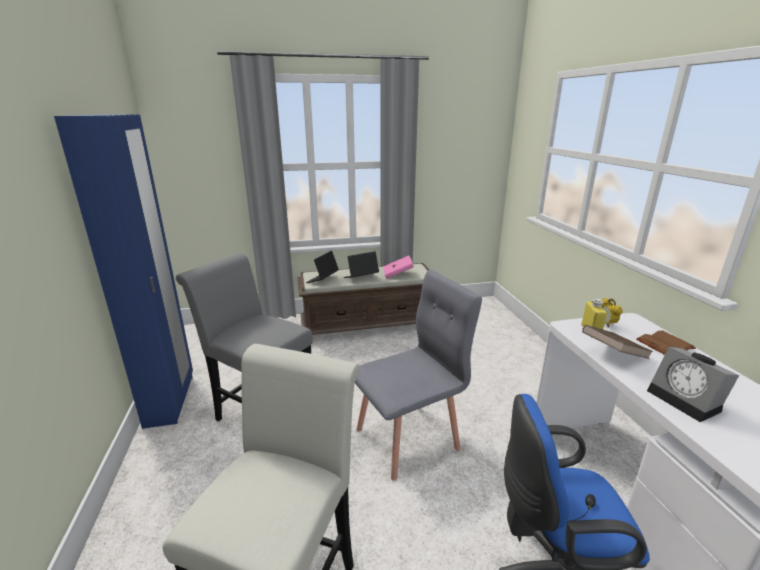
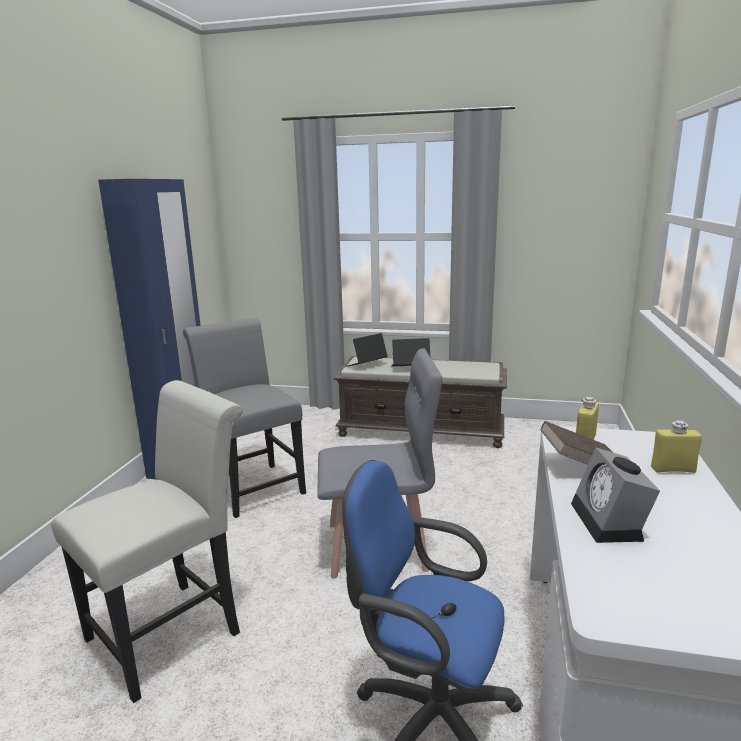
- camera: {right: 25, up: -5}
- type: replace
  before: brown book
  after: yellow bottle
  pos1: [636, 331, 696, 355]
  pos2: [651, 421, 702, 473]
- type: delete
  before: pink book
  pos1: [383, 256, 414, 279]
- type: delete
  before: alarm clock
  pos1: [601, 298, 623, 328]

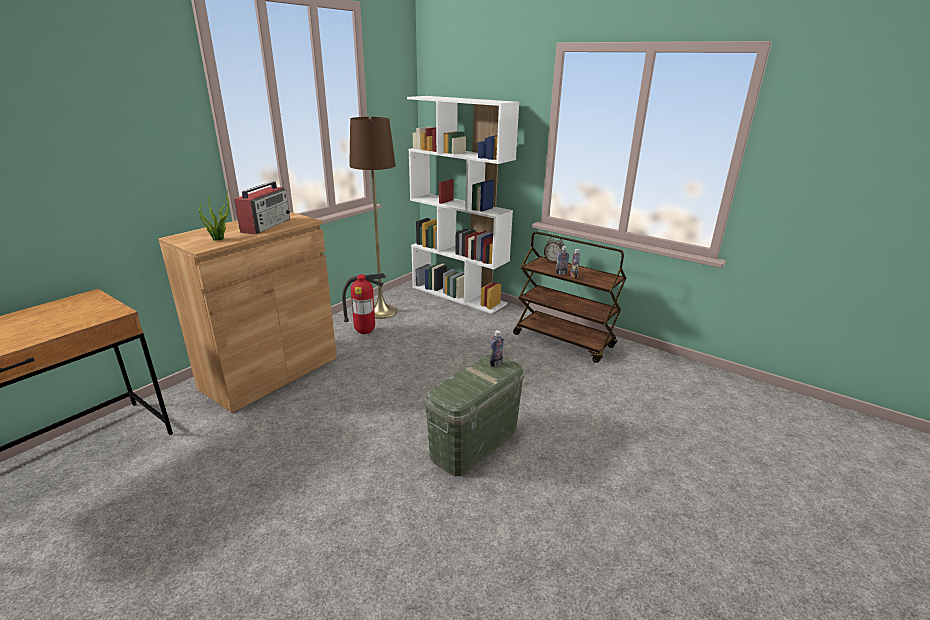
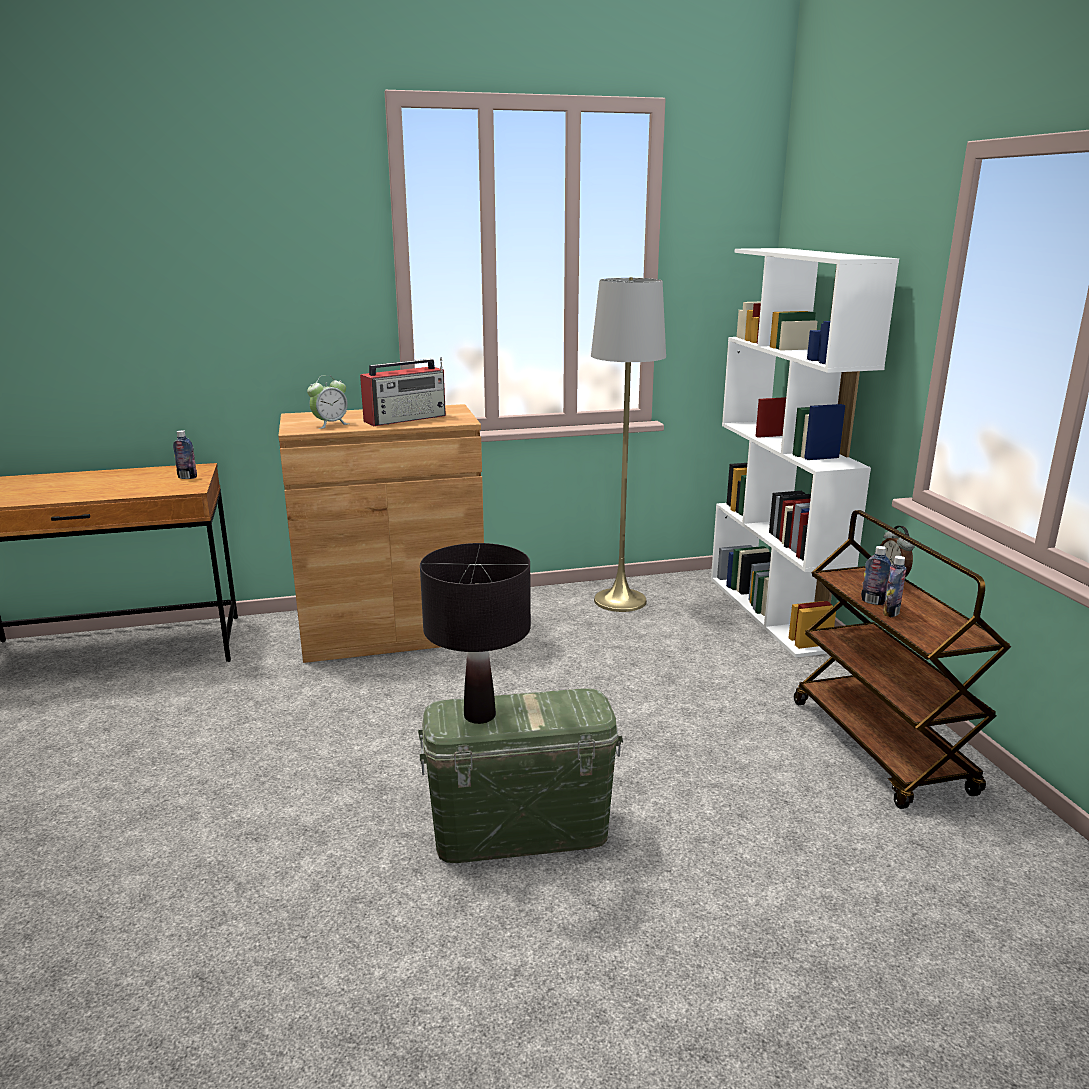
- camera: {right: 40, up: -5}
- type: move
  before: bottle
  pos1: [490, 330, 504, 367]
  pos2: [173, 430, 197, 479]
- type: replace
  before: potted plant
  after: alarm clock
  pos1: [198, 188, 229, 241]
  pos2: [307, 375, 349, 429]
- type: insert
  after: black table lamp
  pos2: [420, 543, 531, 724]
- type: recolor
  before: brown floor lamp
  after: grey floor lamp
  pos1: [349, 117, 397, 319]
  pos2: [591, 277, 666, 612]
- type: delete
  before: fire extinguisher
  pos1: [342, 273, 386, 334]

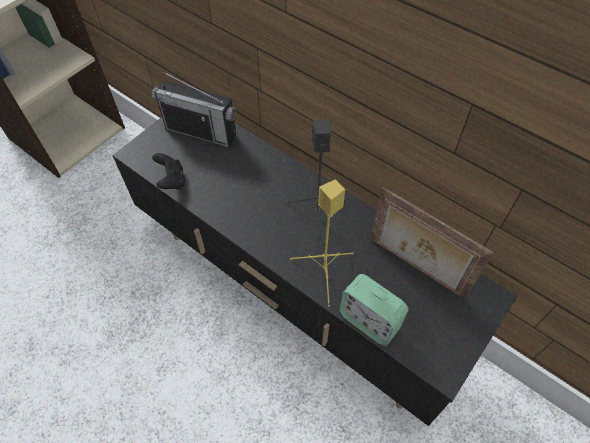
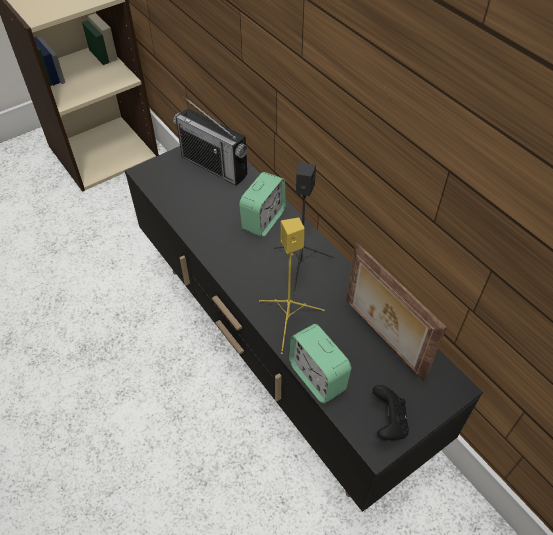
- camera: {right: 15, up: -5}
- type: insert
  after: alarm clock
  pos2: [239, 172, 286, 237]
- type: move
  before: black game controller
  pos1: [152, 153, 185, 190]
  pos2: [373, 385, 409, 440]

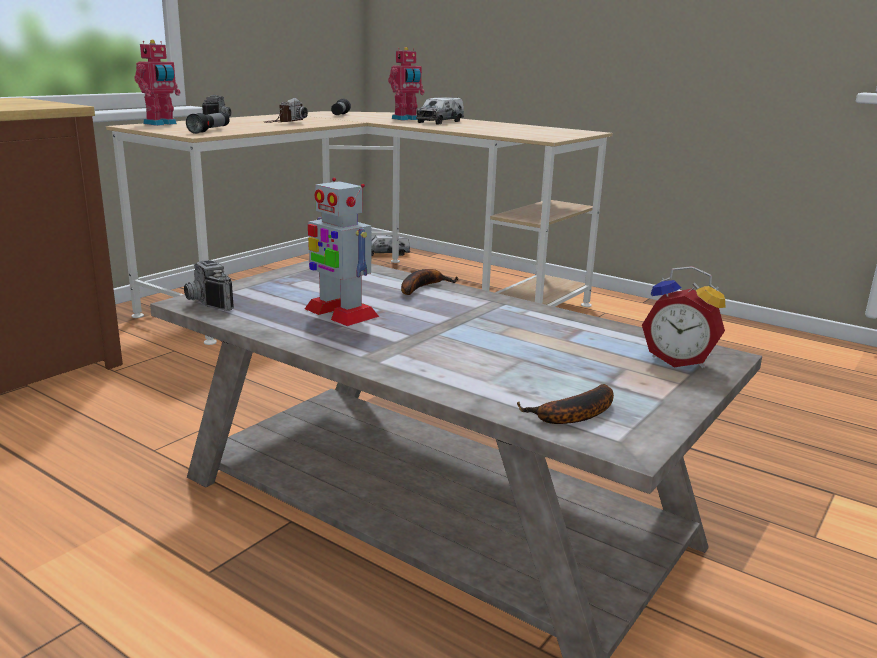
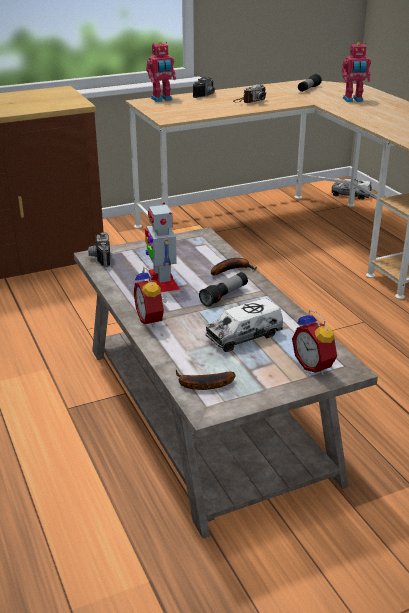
- camera: {right: 30, up: 10}
- type: insert
  after: alarm clock
  pos2: [134, 267, 168, 328]
- type: move
  before: flashlight
  pos1: [186, 112, 229, 134]
  pos2: [199, 272, 248, 307]
- type: move
  before: toy truck
  pos1: [416, 97, 464, 125]
  pos2: [205, 298, 283, 352]

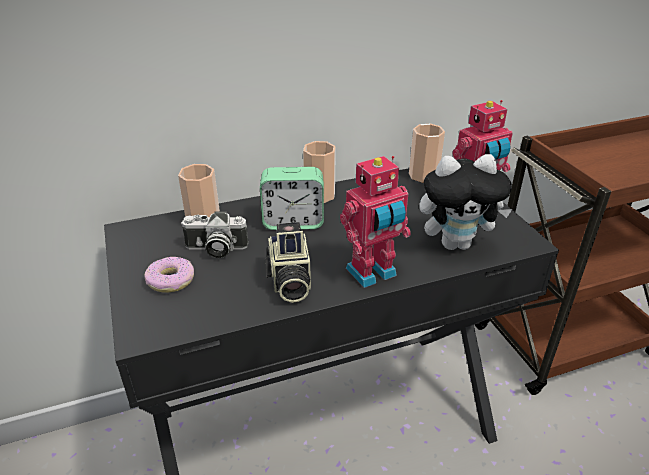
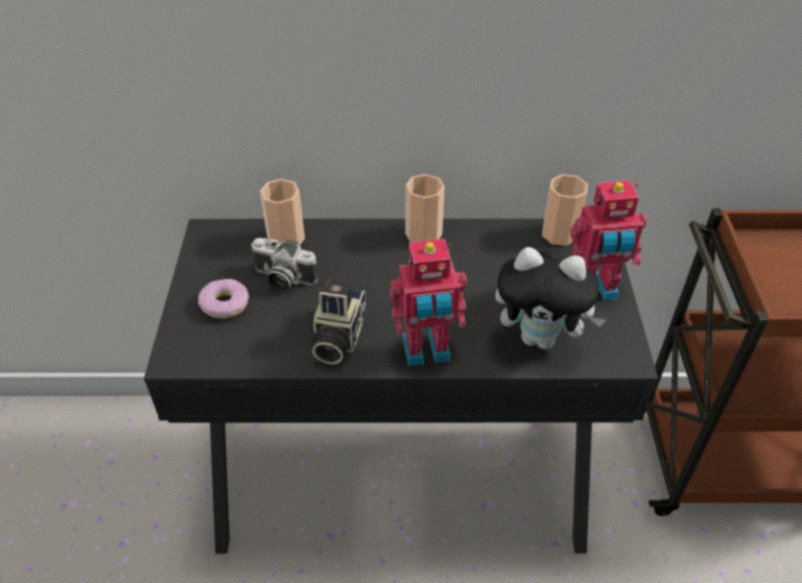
- camera: {right: 20, up: 10}
- type: delete
  before: alarm clock
  pos1: [260, 167, 324, 230]

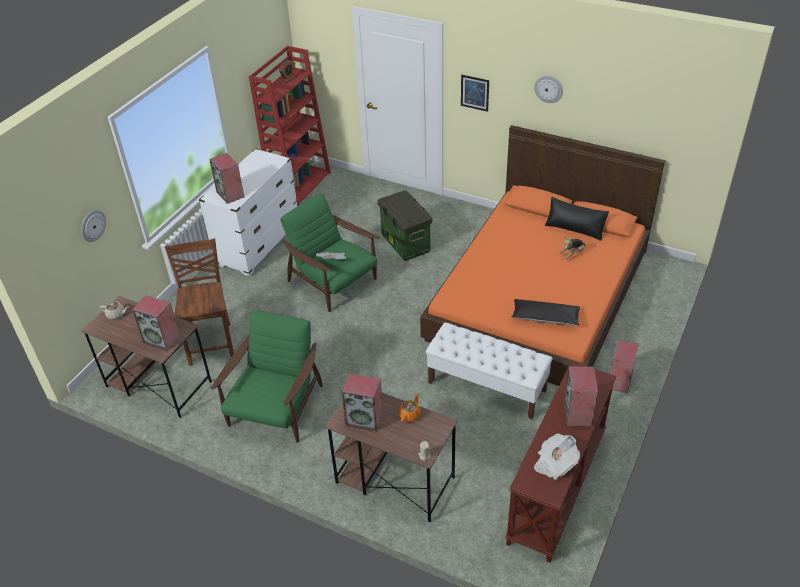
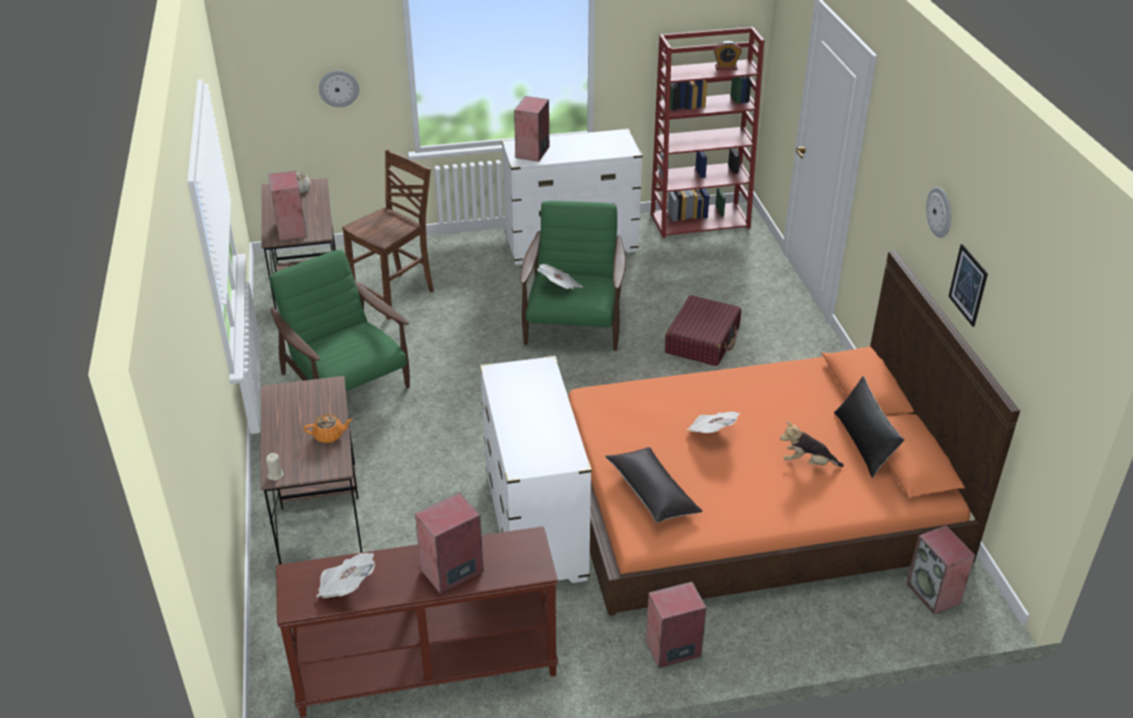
- camera: {right: 50, up: -5}
- type: rotate
  before: green armchair
  pos1: [211, 311, 323, 443]
  pos2: [269, 250, 410, 391]
  turn: -105
- type: replace
  before: white bench
  after: white dresser
  pos1: [426, 322, 553, 419]
  pos2: [480, 356, 592, 583]
- type: replace
  before: storage box
  after: red suitcase
  pos1: [378, 190, 432, 261]
  pos2: [665, 295, 741, 366]
- type: insert
  after: newspaper
  pos2: [687, 411, 740, 433]
- type: move
  before: speaker
  pos1: [342, 373, 383, 431]
  pos2: [906, 525, 975, 614]
- type: move
  before: picture
  pos1: [461, 75, 489, 112]
  pos2: [948, 244, 988, 327]

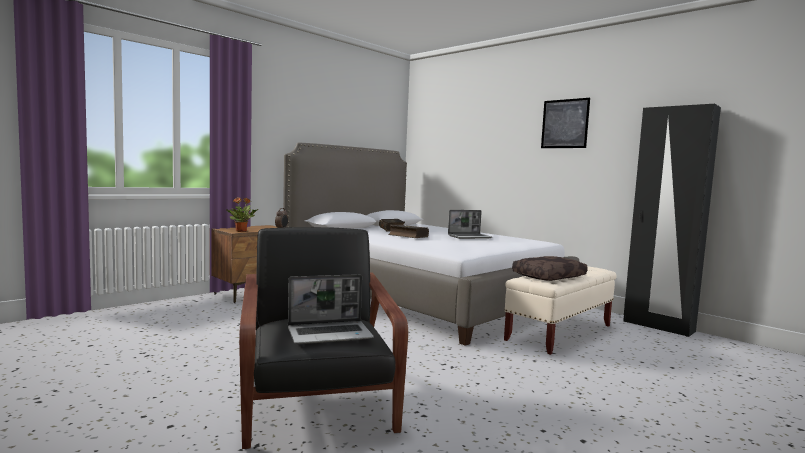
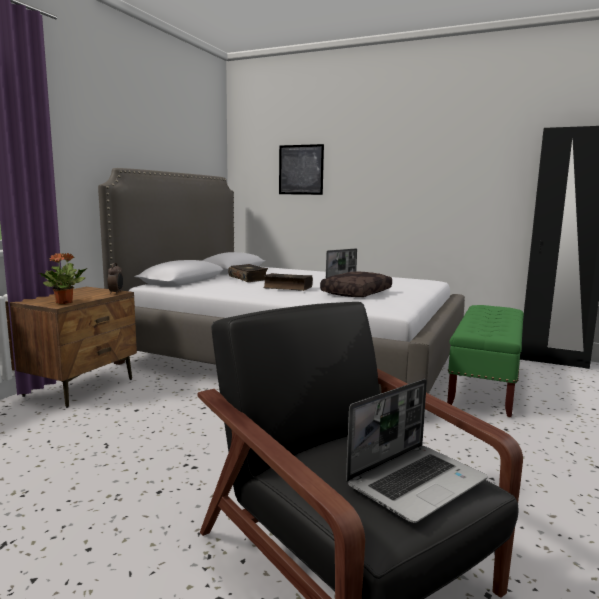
- camera: {right: -20, up: 5}
- type: move
  before: picture
  pos1: [541, 98, 590, 148]
  pos2: [279, 144, 324, 195]
- type: move
  before: brown pillow
  pos1: [512, 256, 588, 281]
  pos2: [320, 272, 392, 297]
- type: recolor
  before: beige bench
  after: green bench
  pos1: [504, 266, 617, 355]
  pos2: [447, 305, 524, 417]

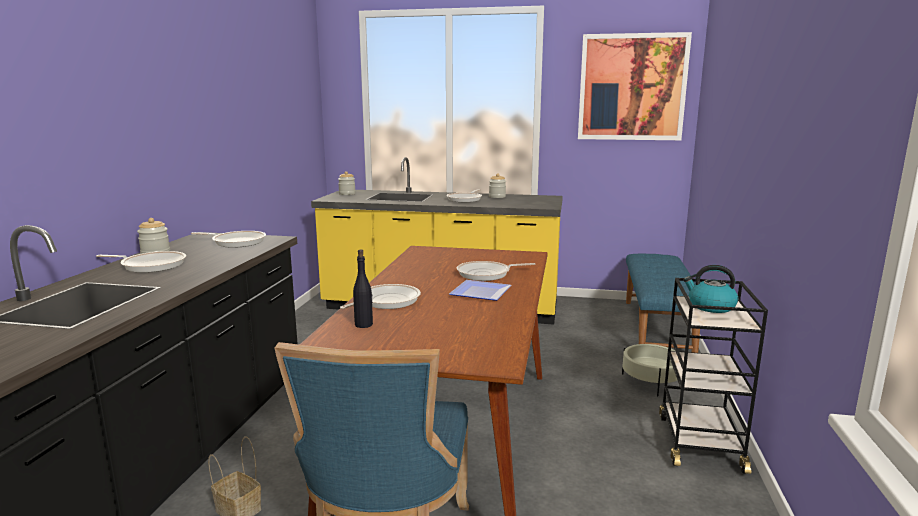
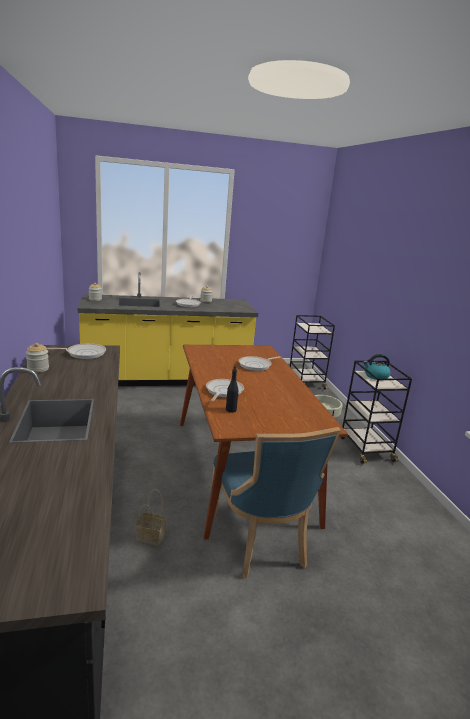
- camera: {right: -25, up: 5}
- type: replace
  before: blue bench
  after: black cart
  pos1: [626, 253, 700, 353]
  pos2: [290, 315, 335, 390]
- type: delete
  before: frying pan
  pos1: [96, 251, 186, 273]
- type: delete
  before: plate
  pos1: [449, 280, 512, 301]
- type: delete
  before: picture
  pos1: [578, 32, 692, 140]

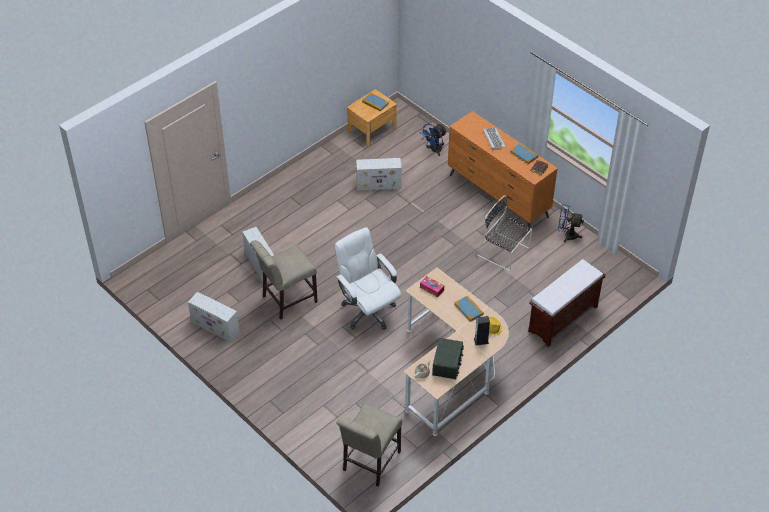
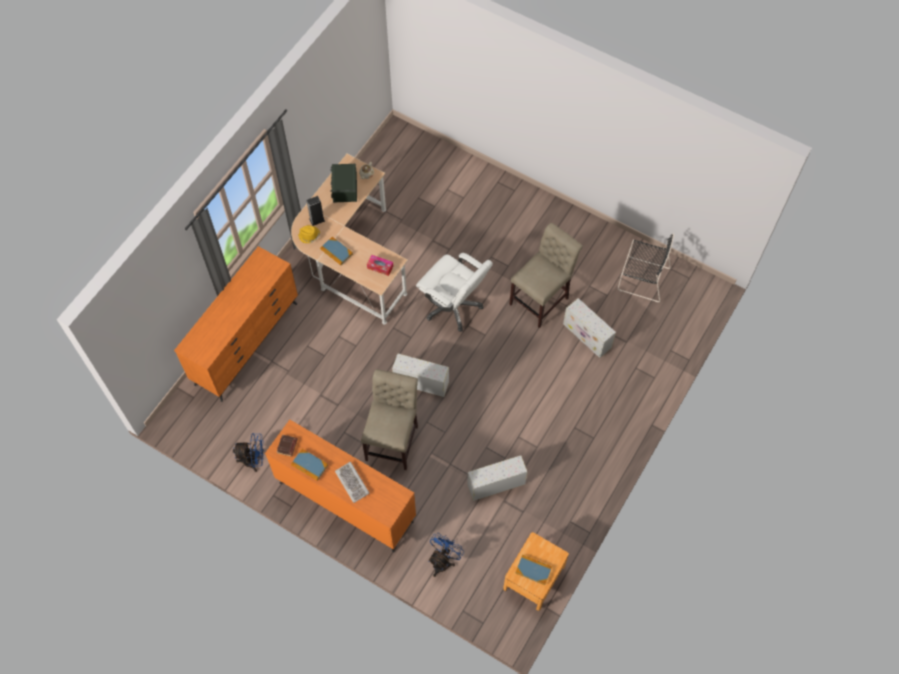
- camera: {right: 165, up: 15}
- type: replace
  before: brown bench
  after: orange dresser
  pos1: [528, 259, 606, 347]
  pos2: [174, 246, 298, 402]
- type: move
  before: beige chair
  pos1: [337, 403, 402, 487]
  pos2: [361, 369, 418, 470]
- type: move
  before: white storage box
  pos1: [188, 292, 240, 342]
  pos2: [392, 353, 449, 397]
- type: move
  before: black chair
  pos1: [476, 195, 532, 271]
  pos2: [618, 233, 674, 302]

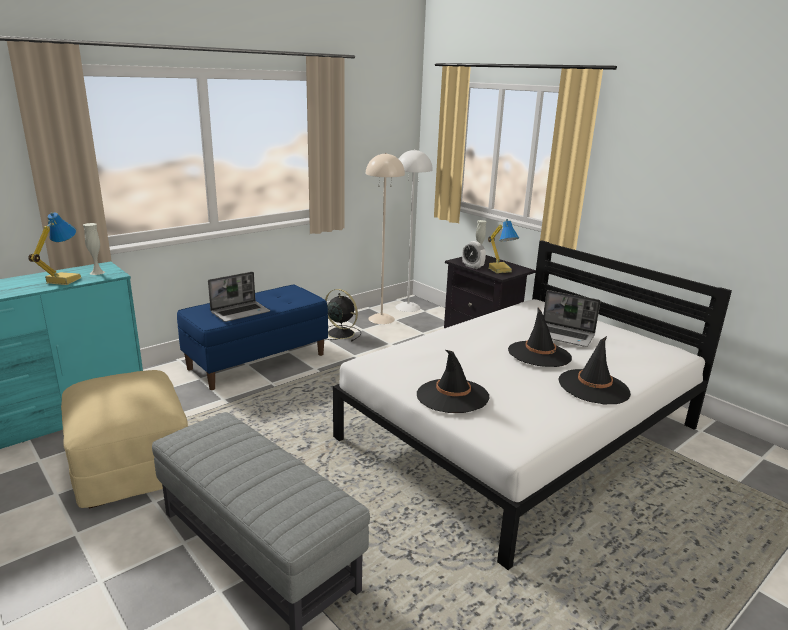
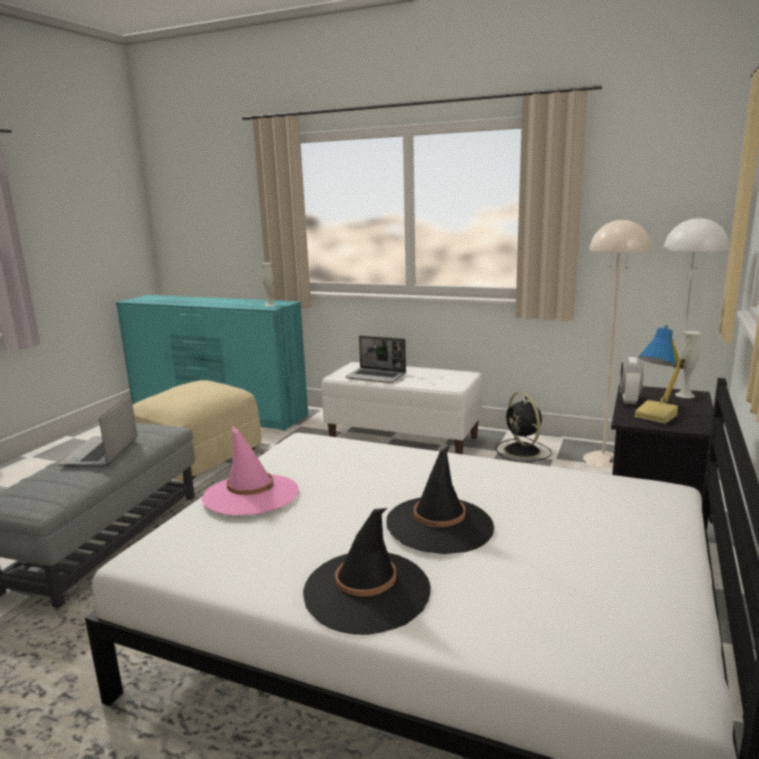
- camera: {right: 65, up: -5}
- type: move
  before: laptop
  pos1: [543, 290, 601, 347]
  pos2: [58, 395, 137, 467]
- type: recolor
  before: black hat
  after: pink hat
  pos1: [417, 350, 490, 413]
  pos2: [201, 425, 299, 516]
- type: recolor
  before: blue bench
  after: white bench
  pos1: [177, 285, 328, 390]
  pos2: [322, 362, 482, 454]
- type: rotate
  before: black fan
  pos1: [325, 289, 361, 341]
  pos2: [495, 392, 552, 462]
  turn: 150
- type: delete
  before: table lamp
  pos1: [28, 212, 81, 285]

